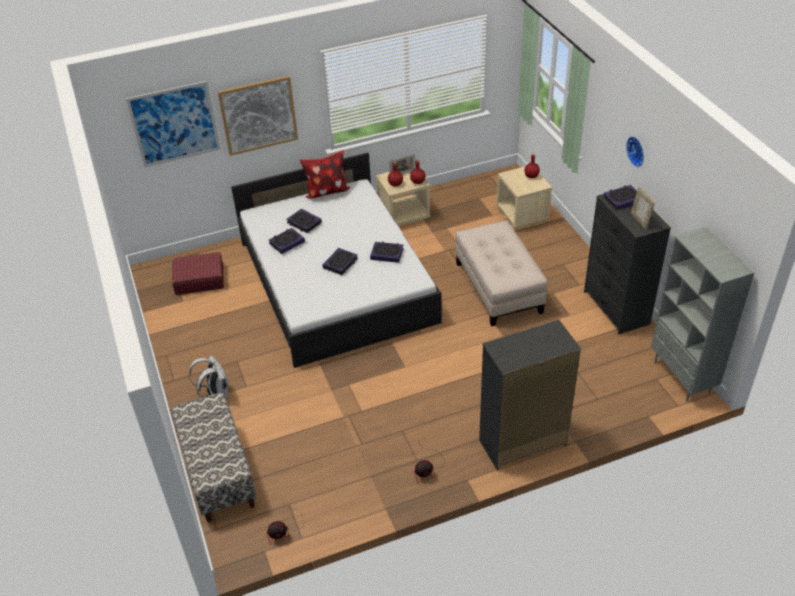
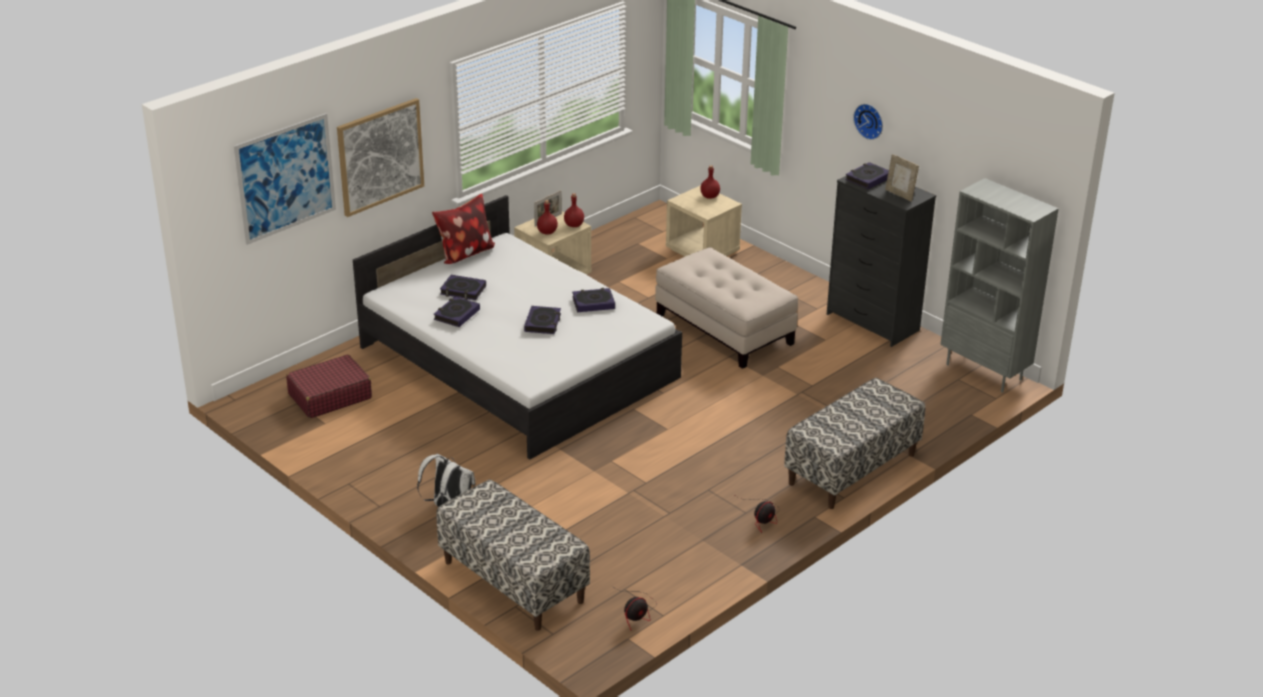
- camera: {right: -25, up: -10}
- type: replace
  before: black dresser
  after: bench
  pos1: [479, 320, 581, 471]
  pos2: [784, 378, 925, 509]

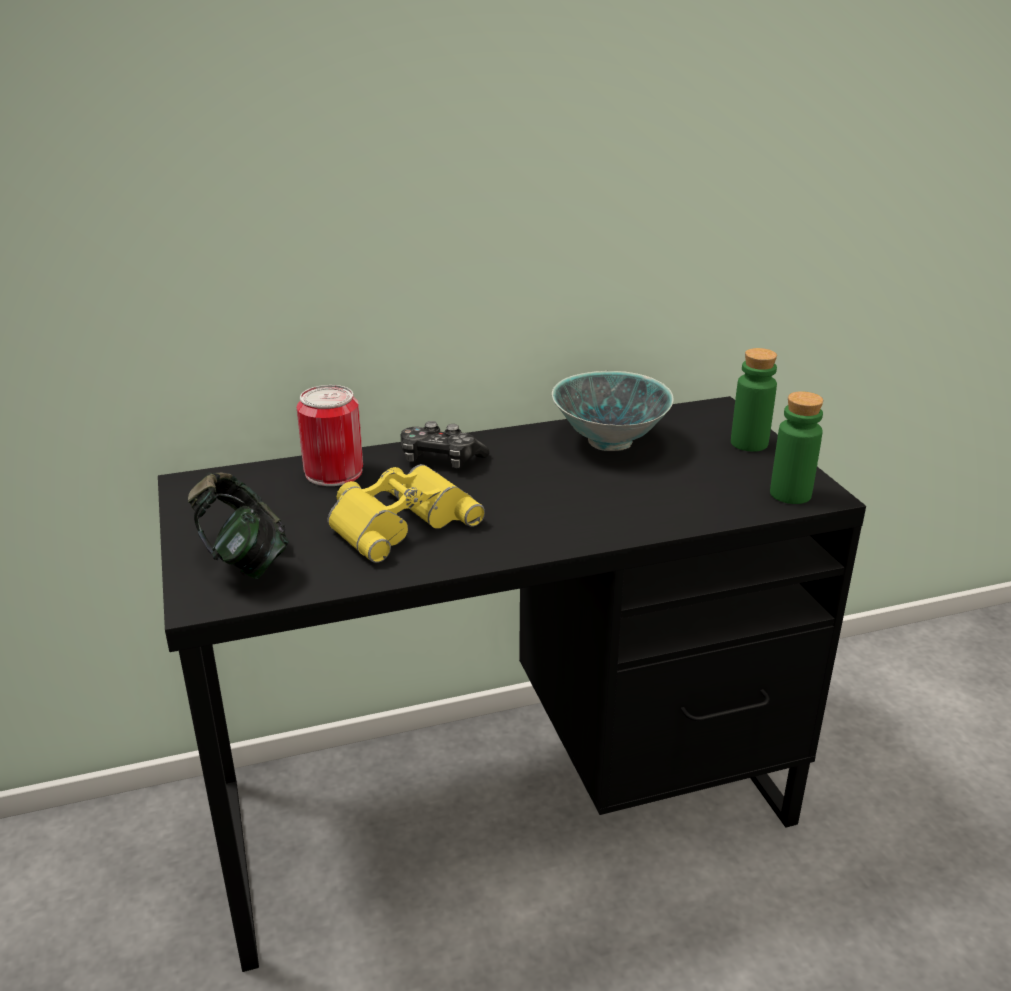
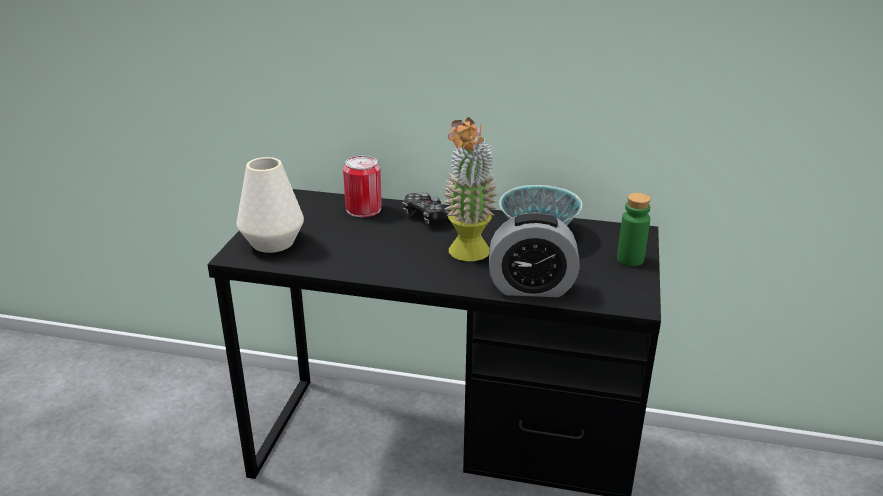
- camera: {right: 30, up: 0}
- type: replace
  before: headphones
  after: white vase
  pos1: [188, 473, 289, 579]
  pos2: [237, 157, 304, 253]
- type: insert
  after: potted plant
  pos2: [443, 117, 499, 261]
- type: insert
  after: alarm clock
  pos2: [489, 213, 580, 297]
- type: delete
  before: yellow binoculars
  pos1: [327, 464, 485, 563]
- type: delete
  before: green bottle
  pos1: [770, 391, 824, 504]

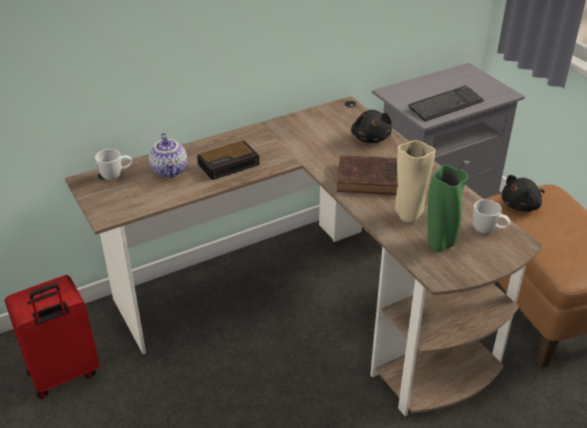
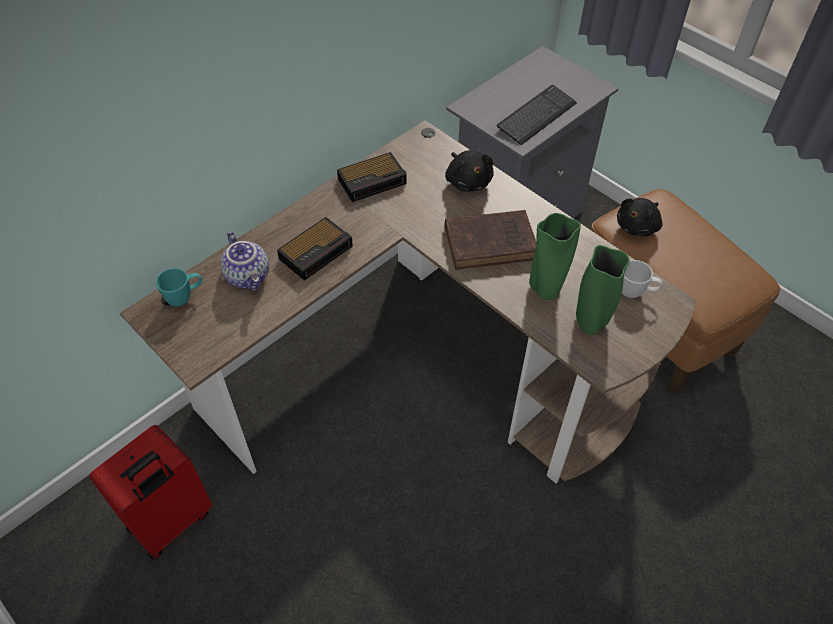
- camera: {right: -15, up: 15}
- type: recolor
  before: white mug
  after: turquoise mug
  pos1: [95, 149, 132, 180]
  pos2: [156, 268, 202, 307]
- type: insert
  after: alarm clock
  pos2: [337, 152, 407, 202]
- type: recolor
  before: beige vase
  after: green vase
  pos1: [395, 141, 436, 223]
  pos2: [529, 213, 581, 300]

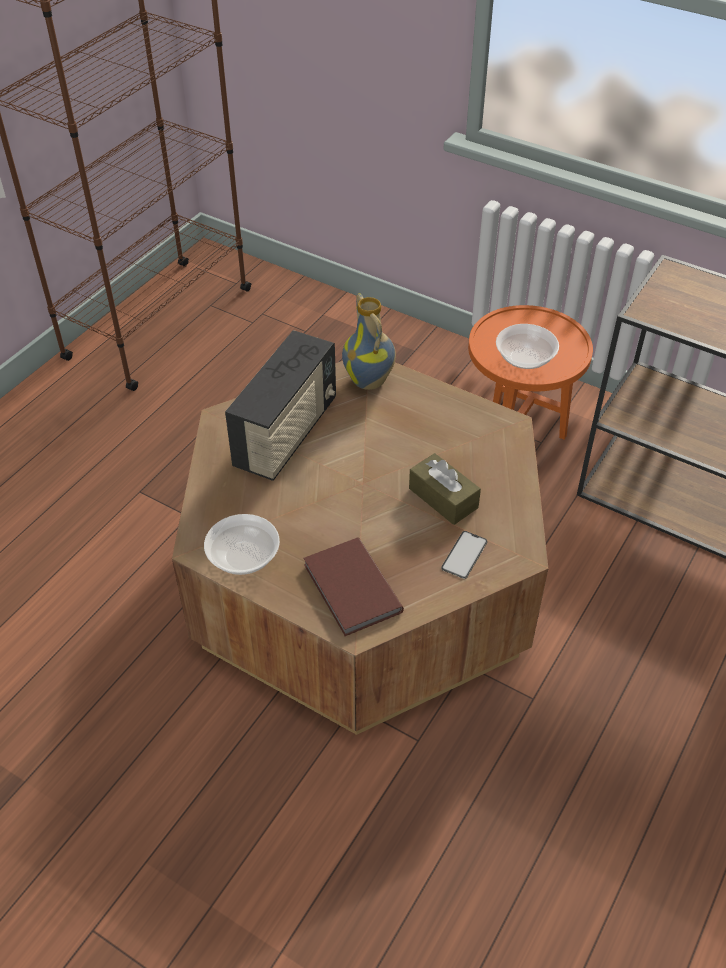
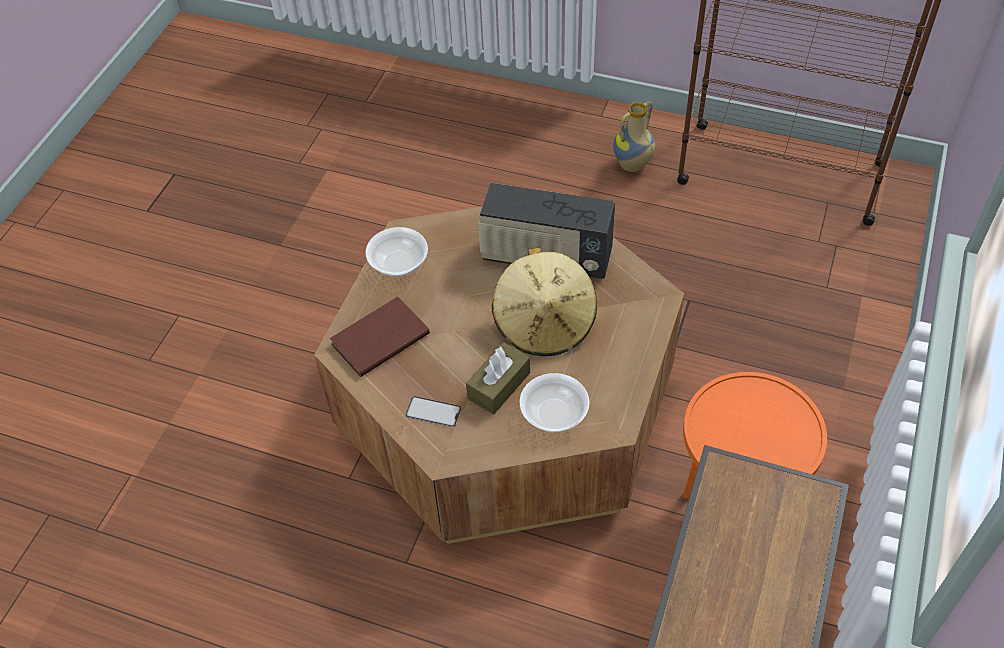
- camera: {right: 80, up: 5}
- type: insert
  after: beige hat
  pos2: [492, 248, 597, 356]
- type: move
  before: bowl
  pos1: [496, 324, 559, 369]
  pos2: [520, 373, 590, 432]
- type: move
  before: vase
  pos1: [342, 293, 396, 390]
  pos2: [613, 101, 655, 172]

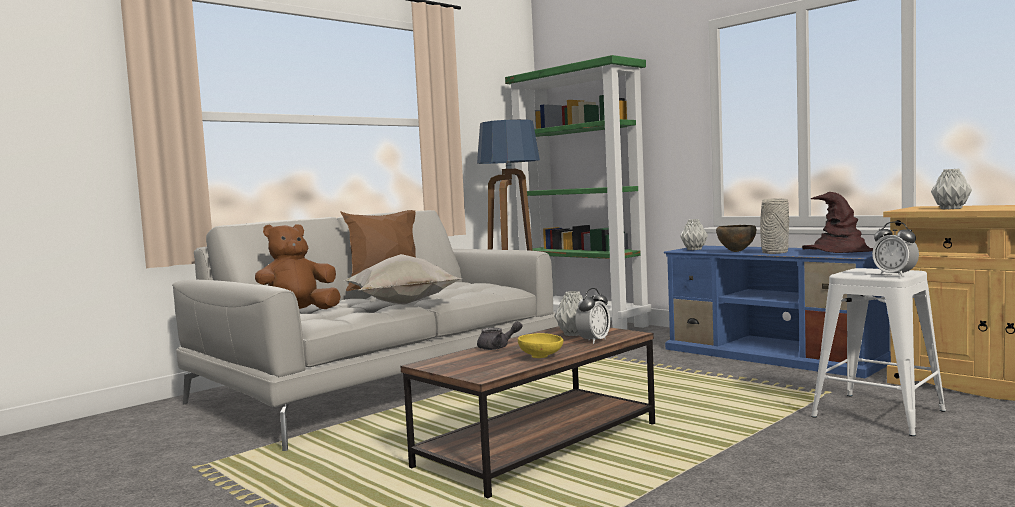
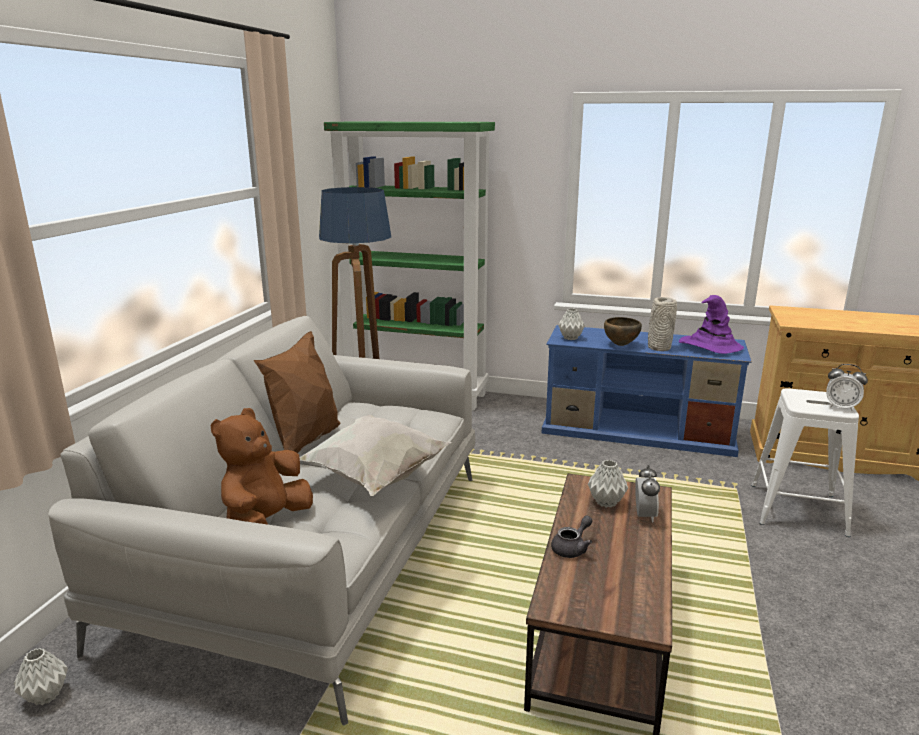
- camera: {right: -30, up: 15}
- type: move
  before: grey vase
  pos1: [931, 169, 972, 209]
  pos2: [14, 648, 68, 705]
- type: recolor
  before: brown hat
  after: purple hat
  pos1: [802, 192, 873, 253]
  pos2: [679, 295, 744, 354]
- type: delete
  before: yellow bowl
  pos1: [518, 333, 563, 358]

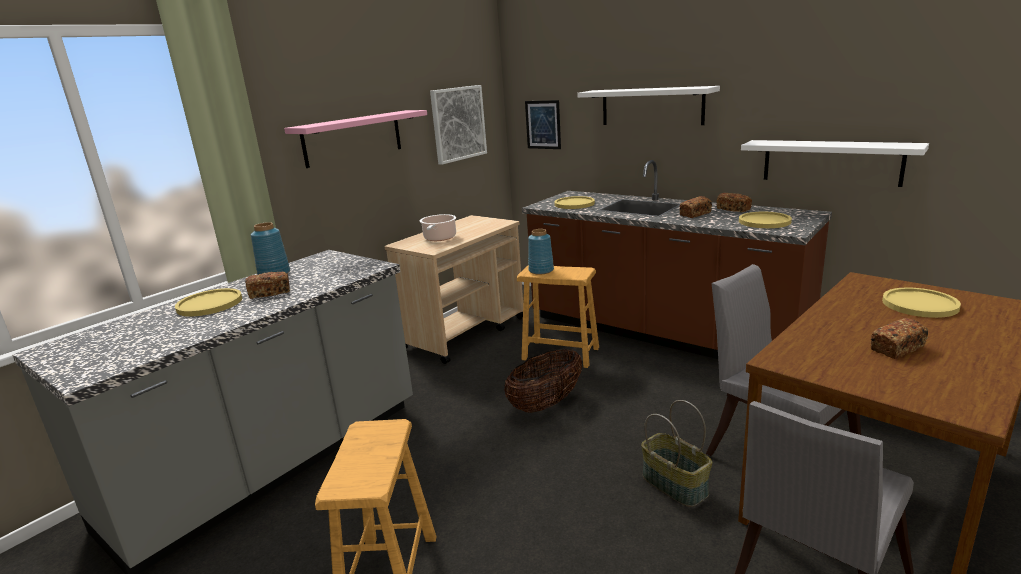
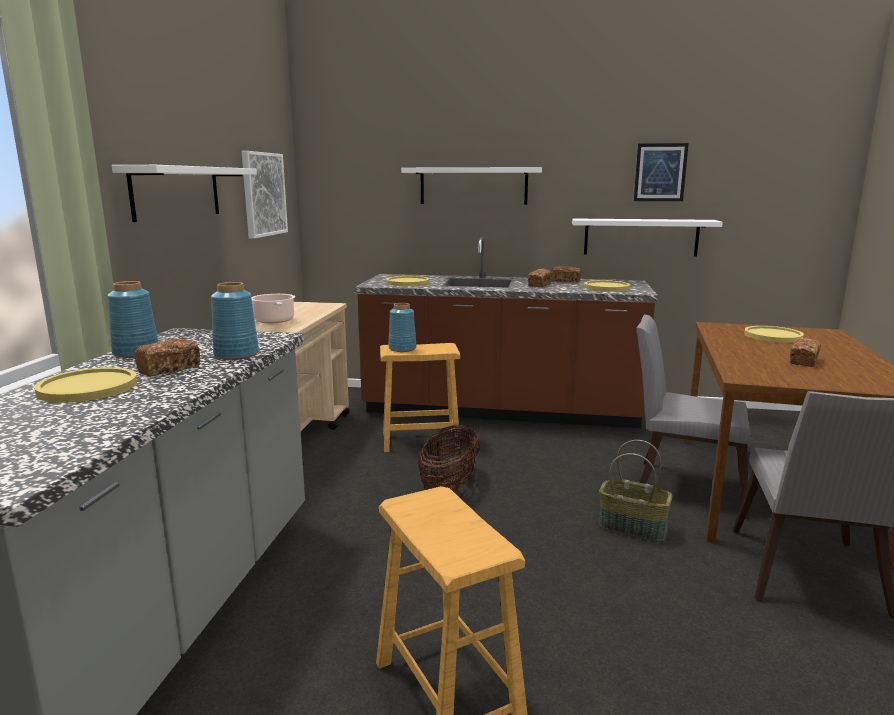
- camera: {right: -30, up: -5}
- type: recolor
  before: pink shelf
  after: white shelf
  pos1: [284, 110, 427, 168]
  pos2: [112, 165, 257, 222]
- type: insert
  after: blue vase
  pos2: [211, 282, 259, 360]
- type: move
  before: picture
  pos1: [525, 100, 561, 149]
  pos2: [634, 143, 689, 201]

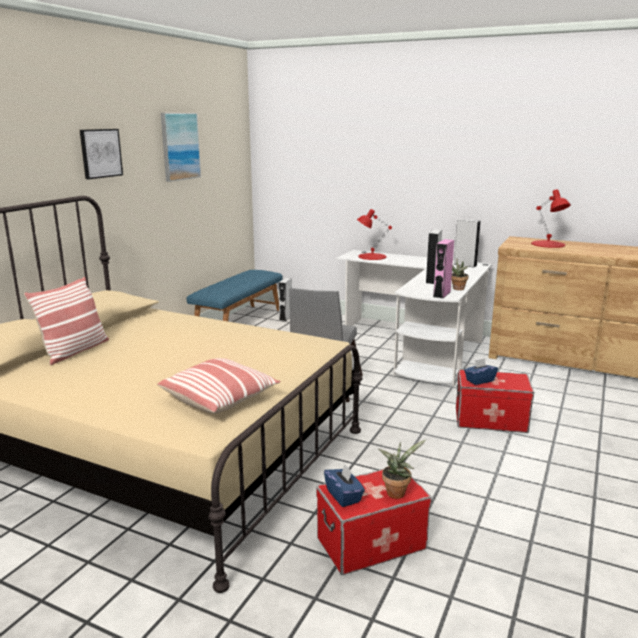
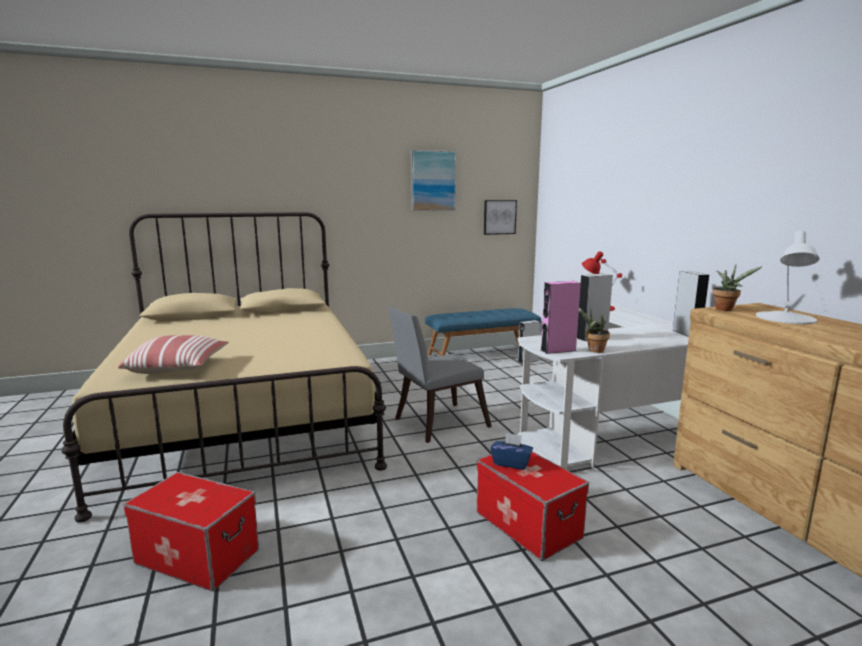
- camera: {right: 45, up: -5}
- type: move
  before: picture
  pos1: [79, 129, 123, 179]
  pos2: [484, 200, 517, 235]
- type: move
  before: potted plant
  pos1: [378, 439, 426, 499]
  pos2: [713, 265, 763, 311]
- type: recolor
  before: red table lamp
  after: white table lamp
  pos1: [531, 189, 571, 248]
  pos2: [756, 230, 820, 324]
- type: delete
  before: pillow
  pos1: [24, 277, 109, 365]
- type: delete
  before: blue tissue box
  pos1: [324, 464, 365, 507]

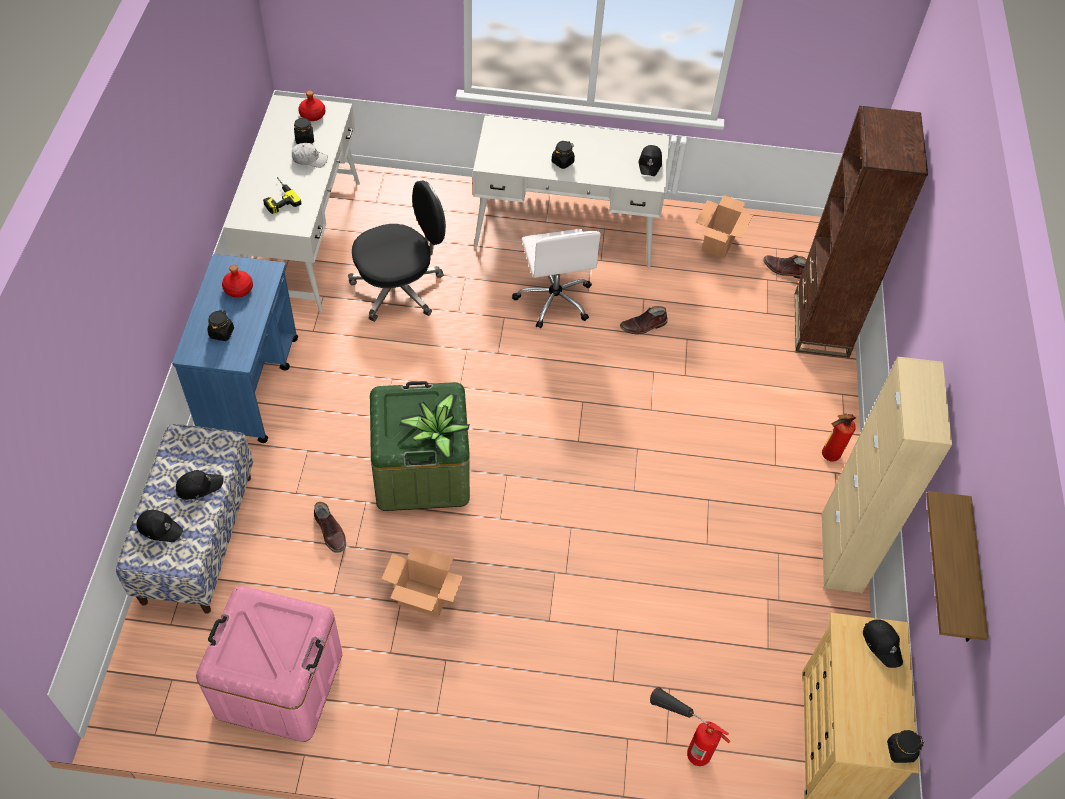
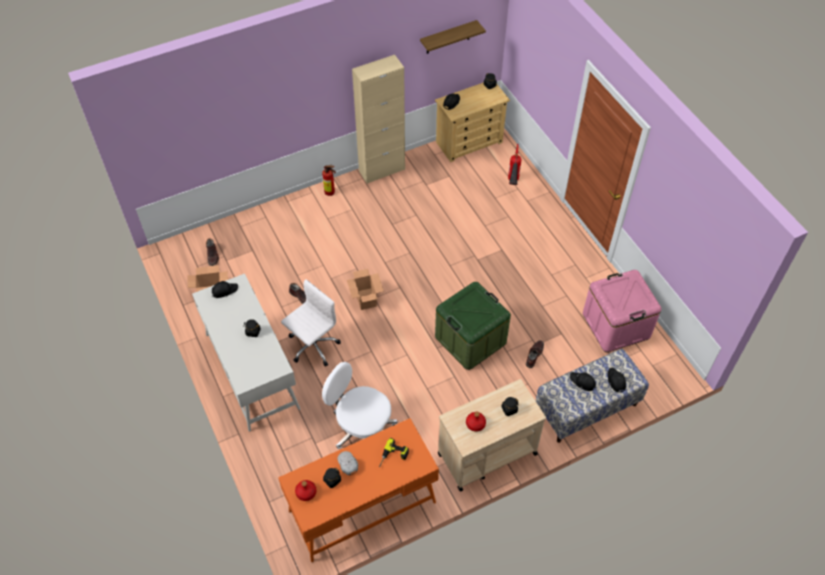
- camera: {right: -120, up: 0}
- type: recolor
  before: white desk
  after: orange desk
  pos1: [224, 95, 360, 312]
  pos2: [278, 418, 439, 562]
- type: recolor
  before: black office chair
  after: white office chair
  pos1: [348, 180, 446, 322]
  pos2: [322, 362, 397, 449]
- type: move
  before: cardboard box
  pos1: [382, 545, 463, 617]
  pos2: [347, 269, 384, 310]
- type: recolor
  before: blue cart
  after: beige cart
  pos1: [172, 254, 298, 443]
  pos2: [438, 379, 546, 492]
- type: delete
  before: potted plant
  pos1: [399, 393, 470, 459]
- type: delete
  before: brown bookcase
  pos1: [795, 106, 928, 358]

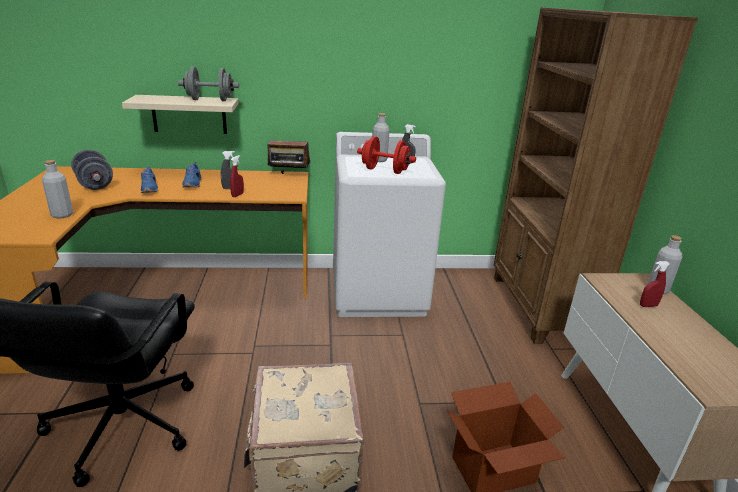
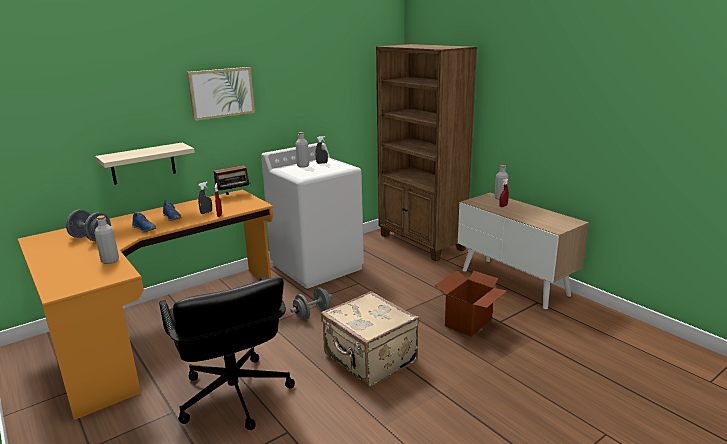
- camera: {right: -30, up: -5}
- type: insert
  after: picture
  pos2: [187, 67, 255, 121]
- type: move
  before: grey dumbbell
  pos1: [178, 67, 239, 101]
  pos2: [290, 287, 333, 319]
- type: delete
  before: red dumbbell
  pos1: [357, 136, 416, 174]

